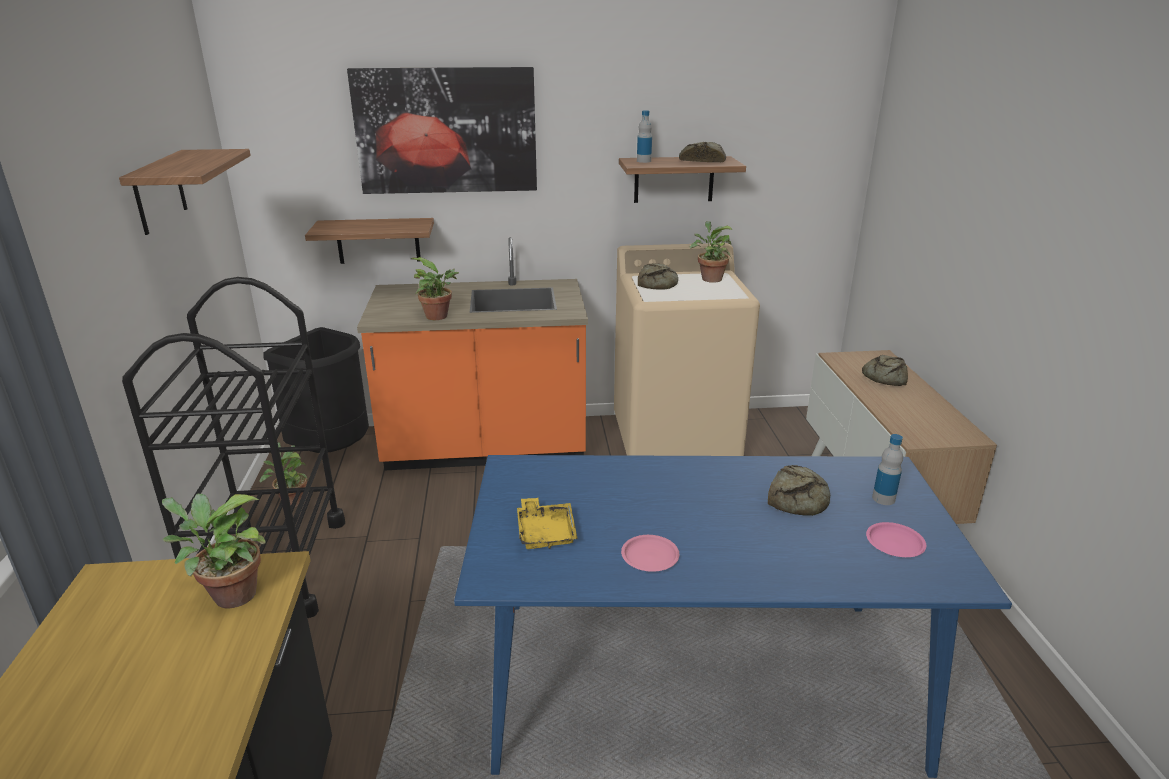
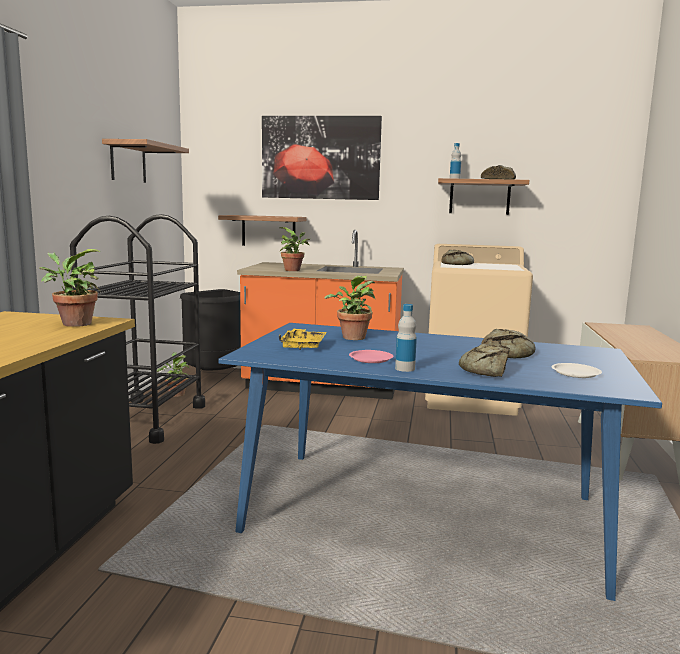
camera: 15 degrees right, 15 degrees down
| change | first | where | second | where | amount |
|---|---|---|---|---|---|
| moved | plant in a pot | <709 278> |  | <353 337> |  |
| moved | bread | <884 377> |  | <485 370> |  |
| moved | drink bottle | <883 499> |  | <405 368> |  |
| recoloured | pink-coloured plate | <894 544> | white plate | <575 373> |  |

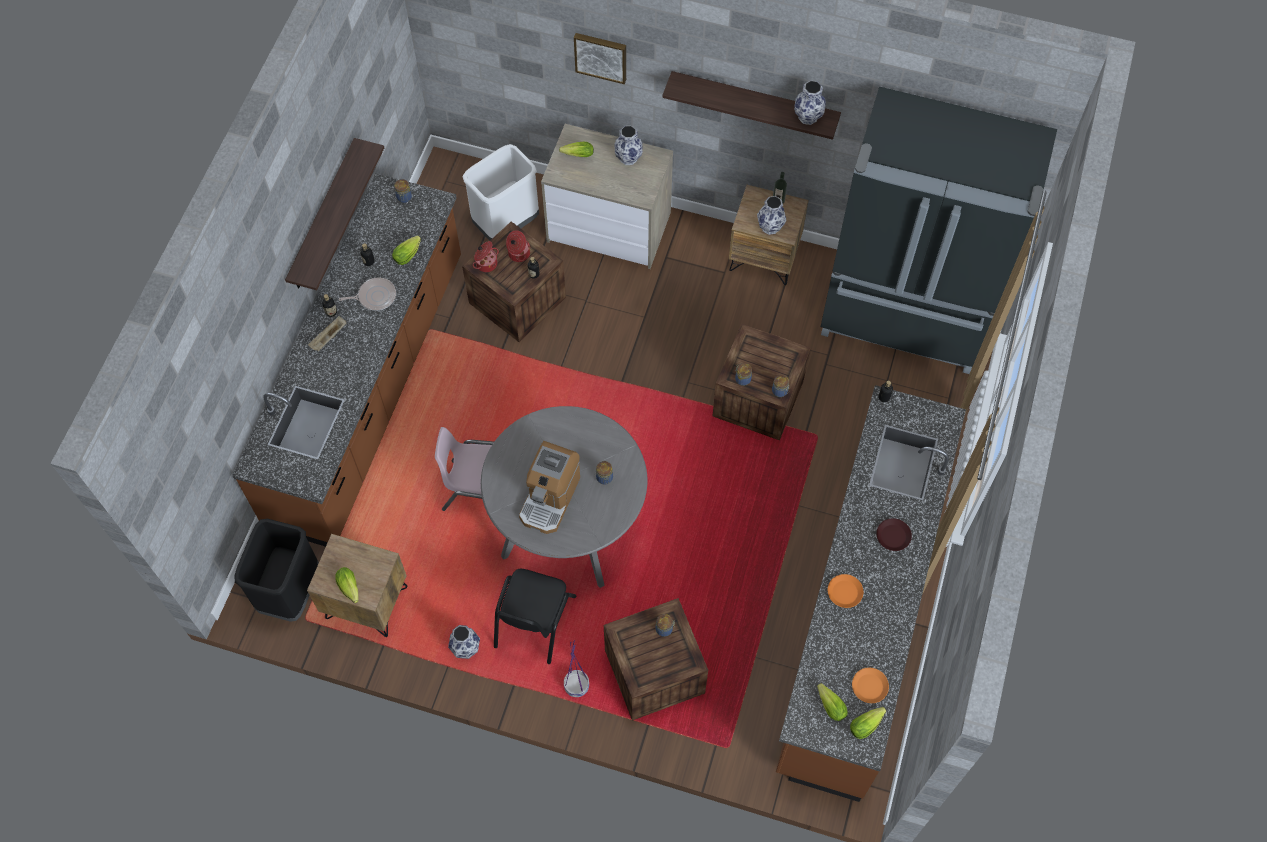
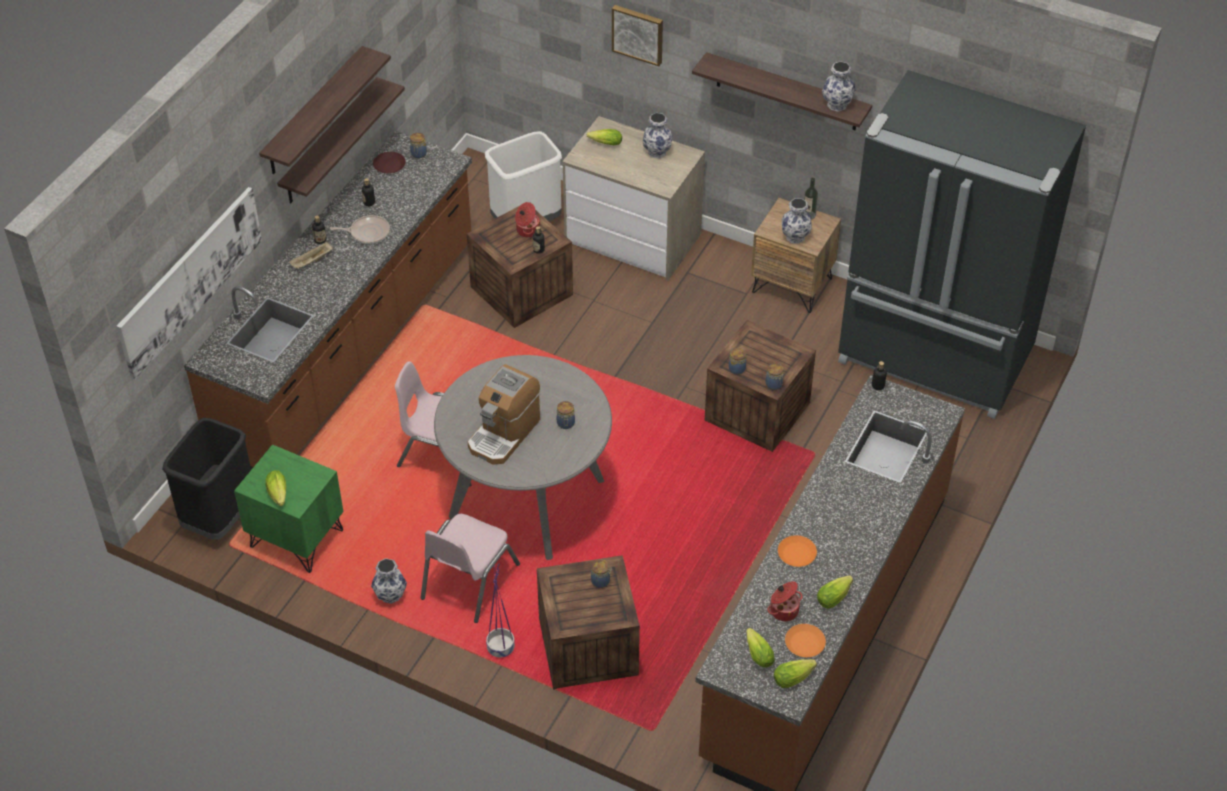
camera: 10 degrees right, 15 degrees down
| change | first | where | second | where | amount |
|---|---|---|---|---|---|
| added |  |  | picture | <190 280> |  |
| added |  |  | wall shelf | <314 112> |  |
| moved | head of lettuce | <409 253> |  | <835 596> |  |
| moved | cooking pot | <486 263> |  | <783 610> |  |
| moved | brown-coloured plate | <893 536> |  | <389 166> |  |
| recoloured | brown-coloured bedside table | <366 603> | green-coloured bedside table | <296 539> |  |
| recoloured | black upright chair | <533 621> | pink-coloured upright chair | <468 581> |  |

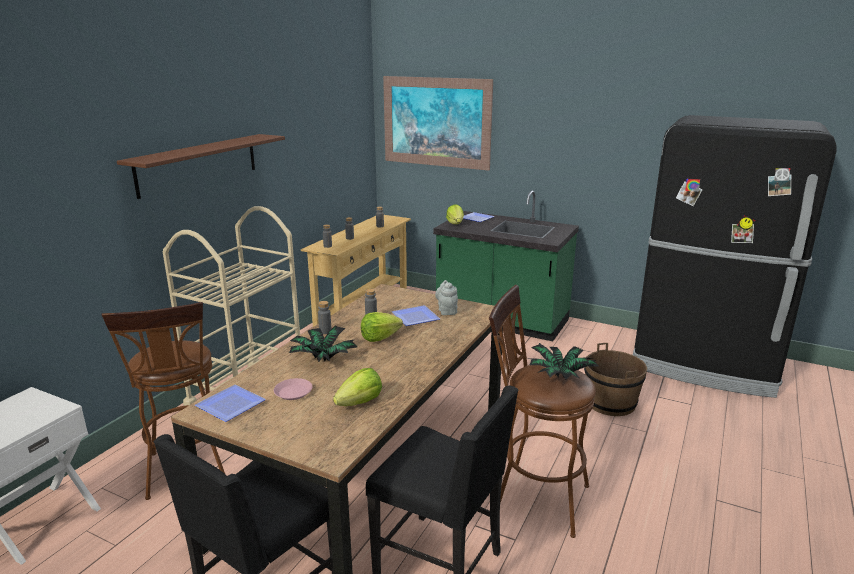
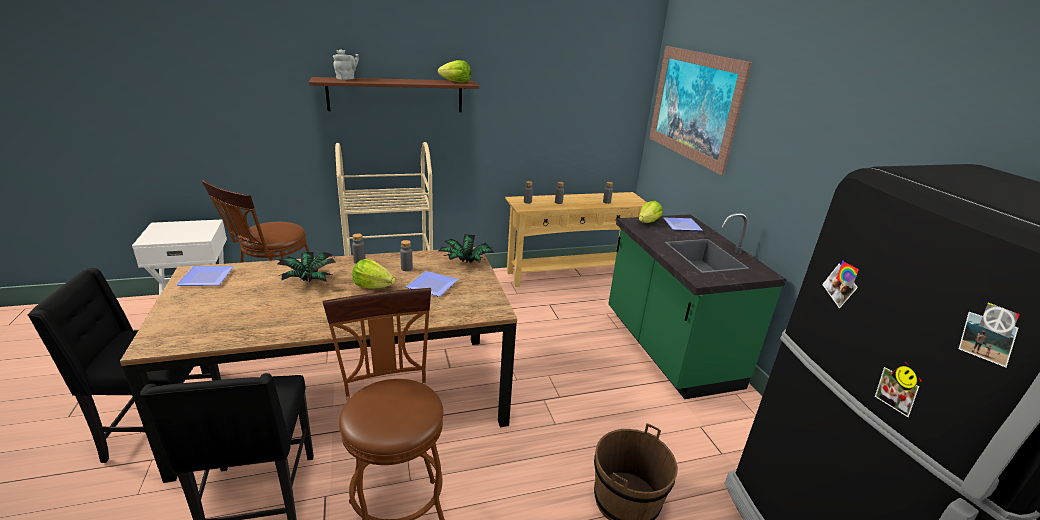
camera: 45 degrees right, 5 degrees up
| change | first | where | second | where | amount |
|---|---|---|---|---|---|
| removed | pink-coloured plate | <293 392> |  |  |  |
| moved | head of lettuce | <360 402> |  | <456 82> |  |
| moved | greyish pot for tea | <447 311> |  | <347 79> |  |
| moved | plant in a pot | <559 377> |  | <466 262> |  |

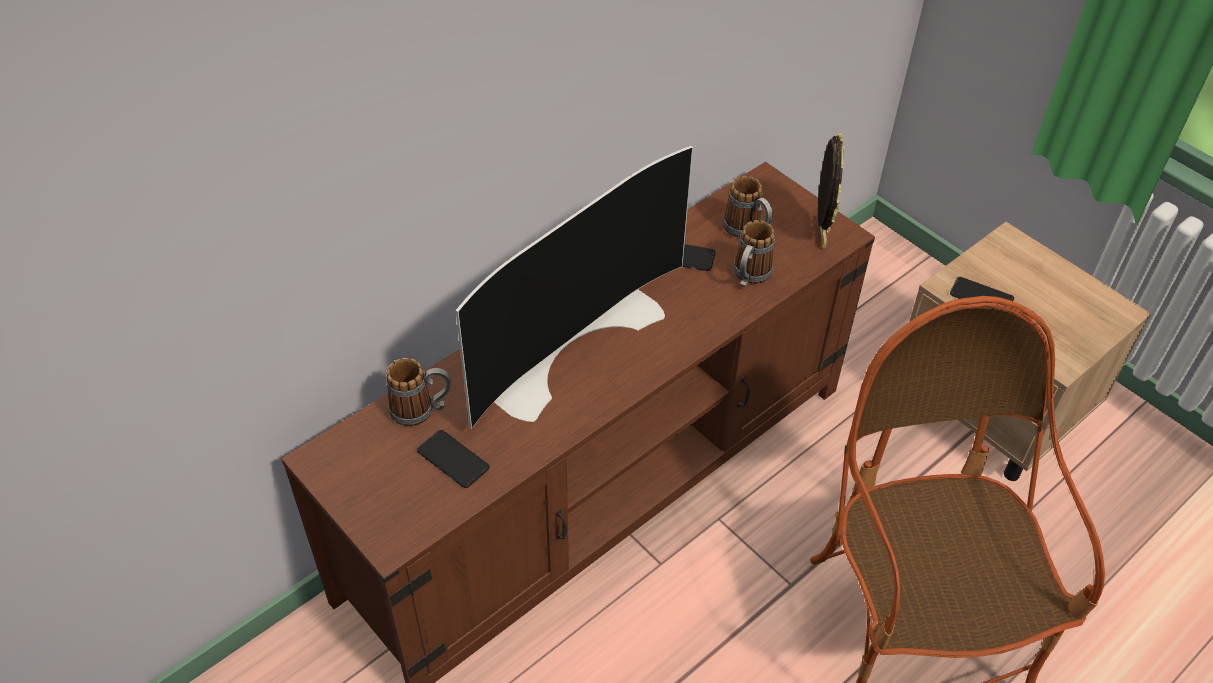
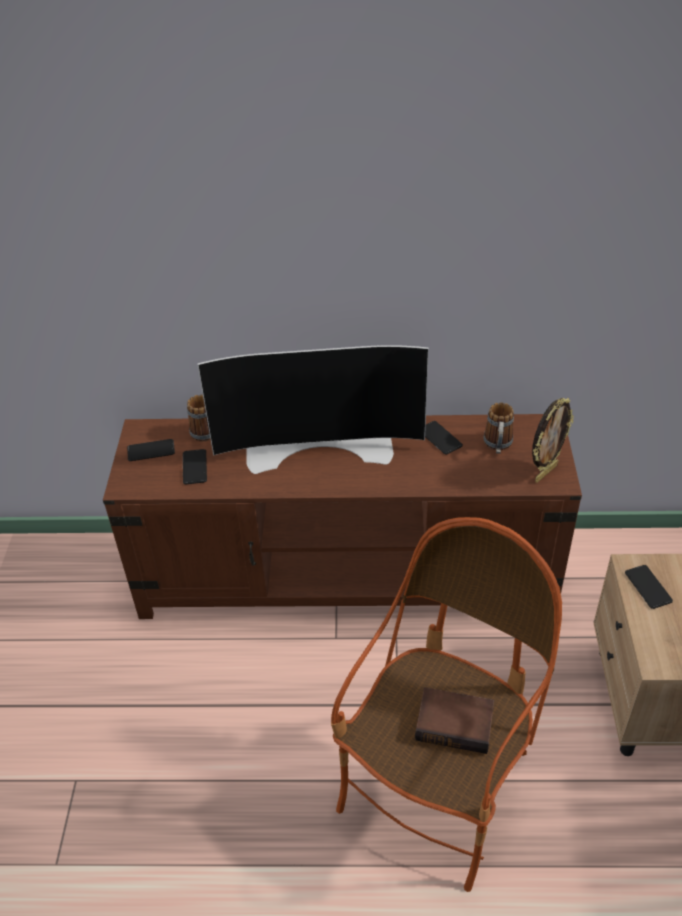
camera: 45 degrees right, 5 degrees down
| change | first | where | second | where | amount |
|---|---|---|---|---|---|
| removed | mug | <749 277> |  |  |  |
| added |  |  | handset | <151 451> |  |
| added |  |  | volume | <456 723> |  |

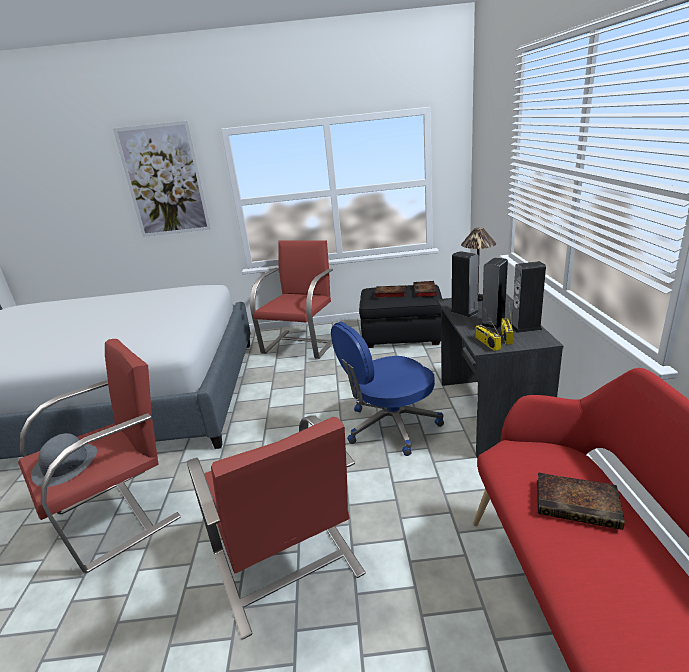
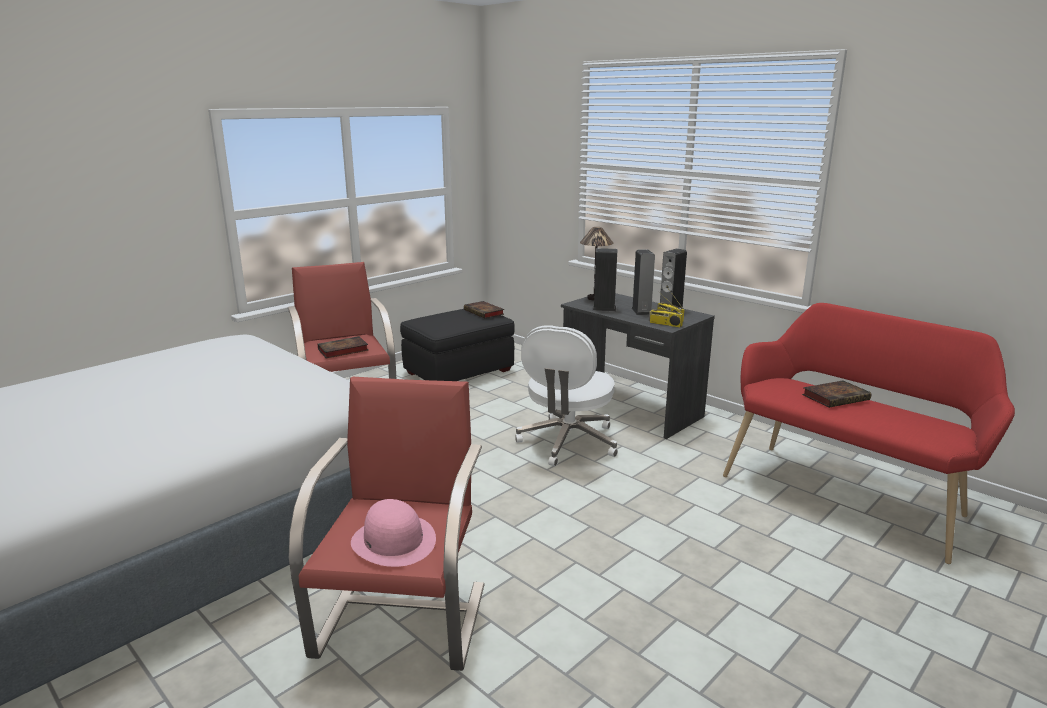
camera: 45 degrees left, 5 degrees down
| change | first | where | second | where | amount |
|---|---|---|---|---|---|
| removed | picture | <164 181> |  |  |  |
| removed | red armchair | <287 565> |  |  |  |
| moved | volume | <389 294> |  | <342 350> |  |
| recoloured | greyish clothing hat | <65 464> | pink-coloured clothing hat | <394 541> |  |
| recoloured | bluish desk chair | <390 426> | white desk chair | <567 442> |  |

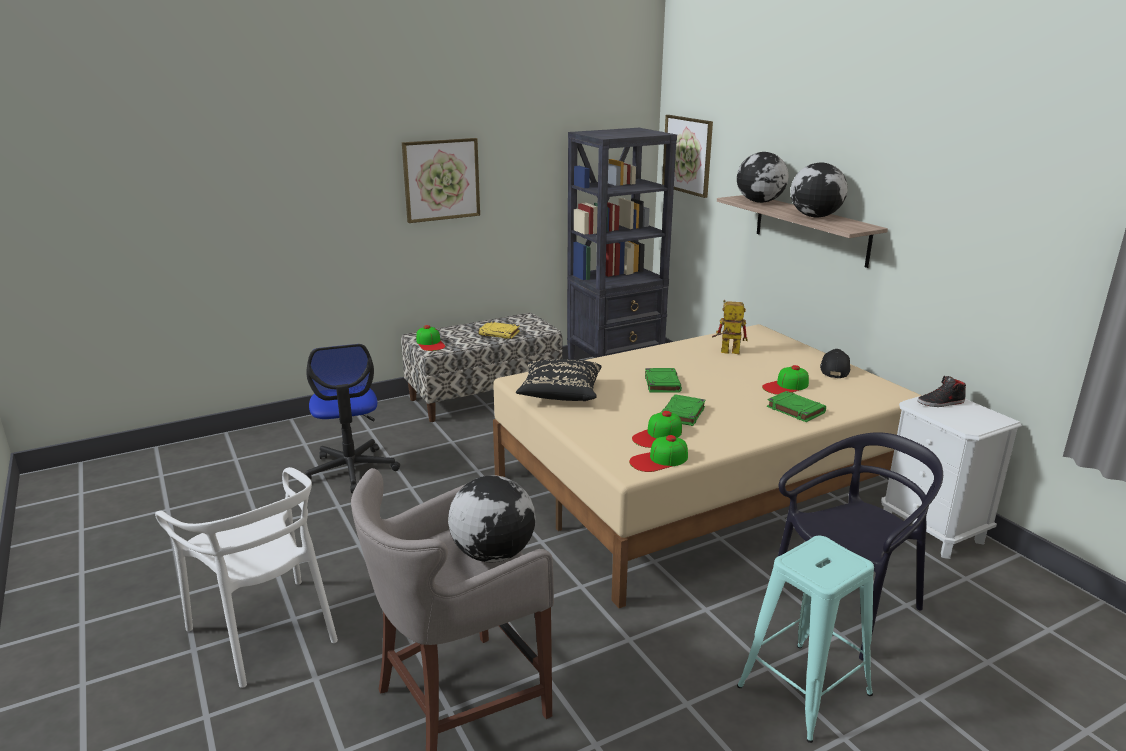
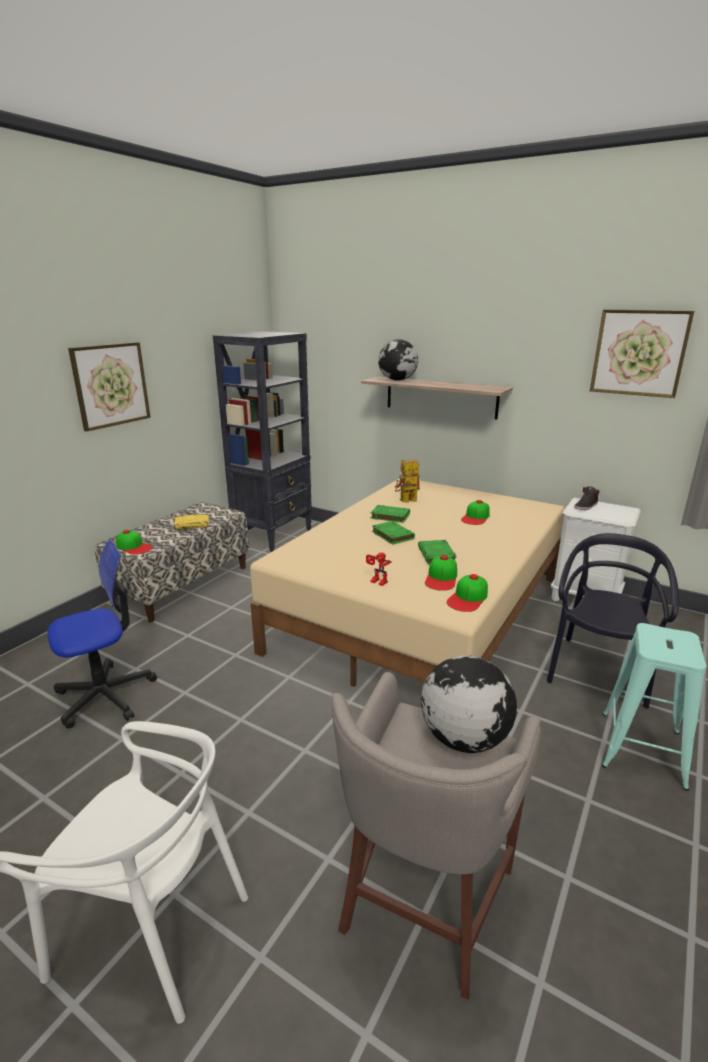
camera: 30 degrees left, 0 degrees up
| change | first | where | second | where | amount |
|---|---|---|---|---|---|
| removed | black pillow | <560 394> |  |  |  |
| removed | desk globe | <815 216> |  |  |  |
| removed | black baseball cap | <834 370> |  |  |  |
| added |  |  | robot figure | <377 582> |  |
| moved | picture | <687 155> |  | <639 353> |  |
| moved | green-coloured volume | <795 410> |  | <389 516> |  |
| turned | desk chair | <351 470> |  | <105 695> | 75 degrees counterclockwise |

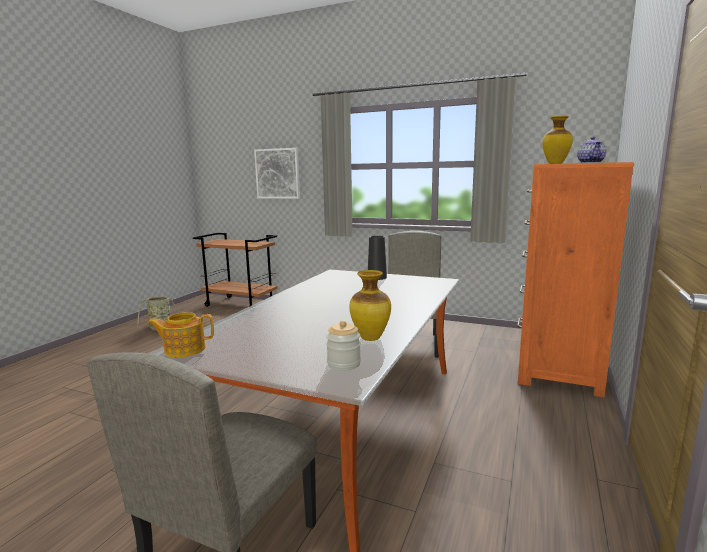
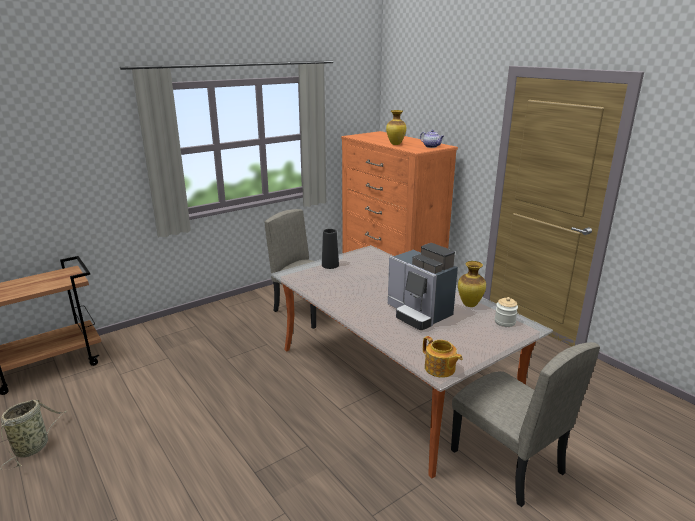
camera: 60 degrees left, 10 degrees up
| change | first | where | second | where | amount |
|---|---|---|---|---|---|
| removed | picture | <278 173> |  |  |  |
| added |  |  | coffee maker | <418 313> |  |
| turned | pot for tea | <184 349> |  | <440 369> | 60 degrees counterclockwise |

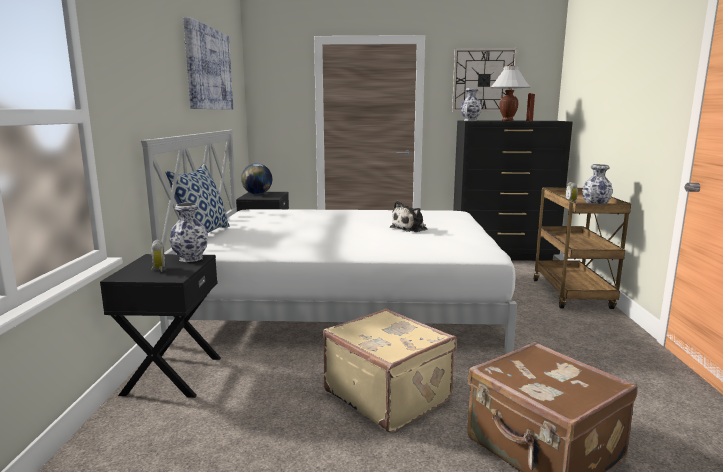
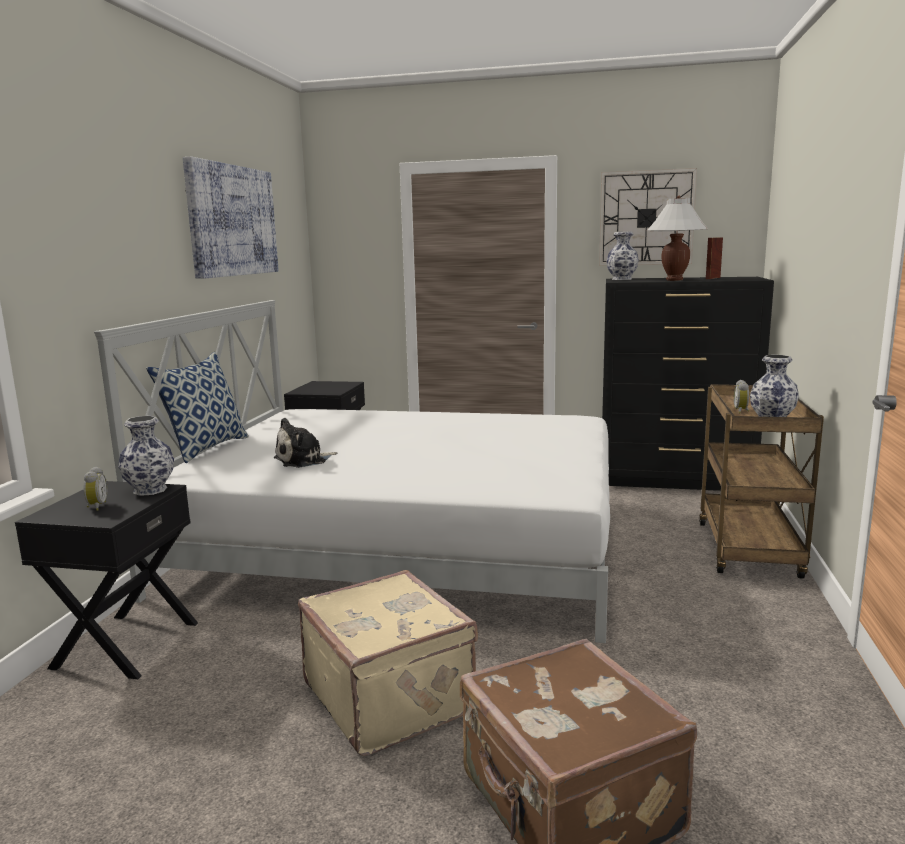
camera: 10 degrees right, 0 degrees up
| change | first | where | second | where | amount |
|---|---|---|---|---|---|
| removed | desk globe | <257 194> |  |  |  |
| moved | soft toy | <410 228> |  | <303 460> |  |

